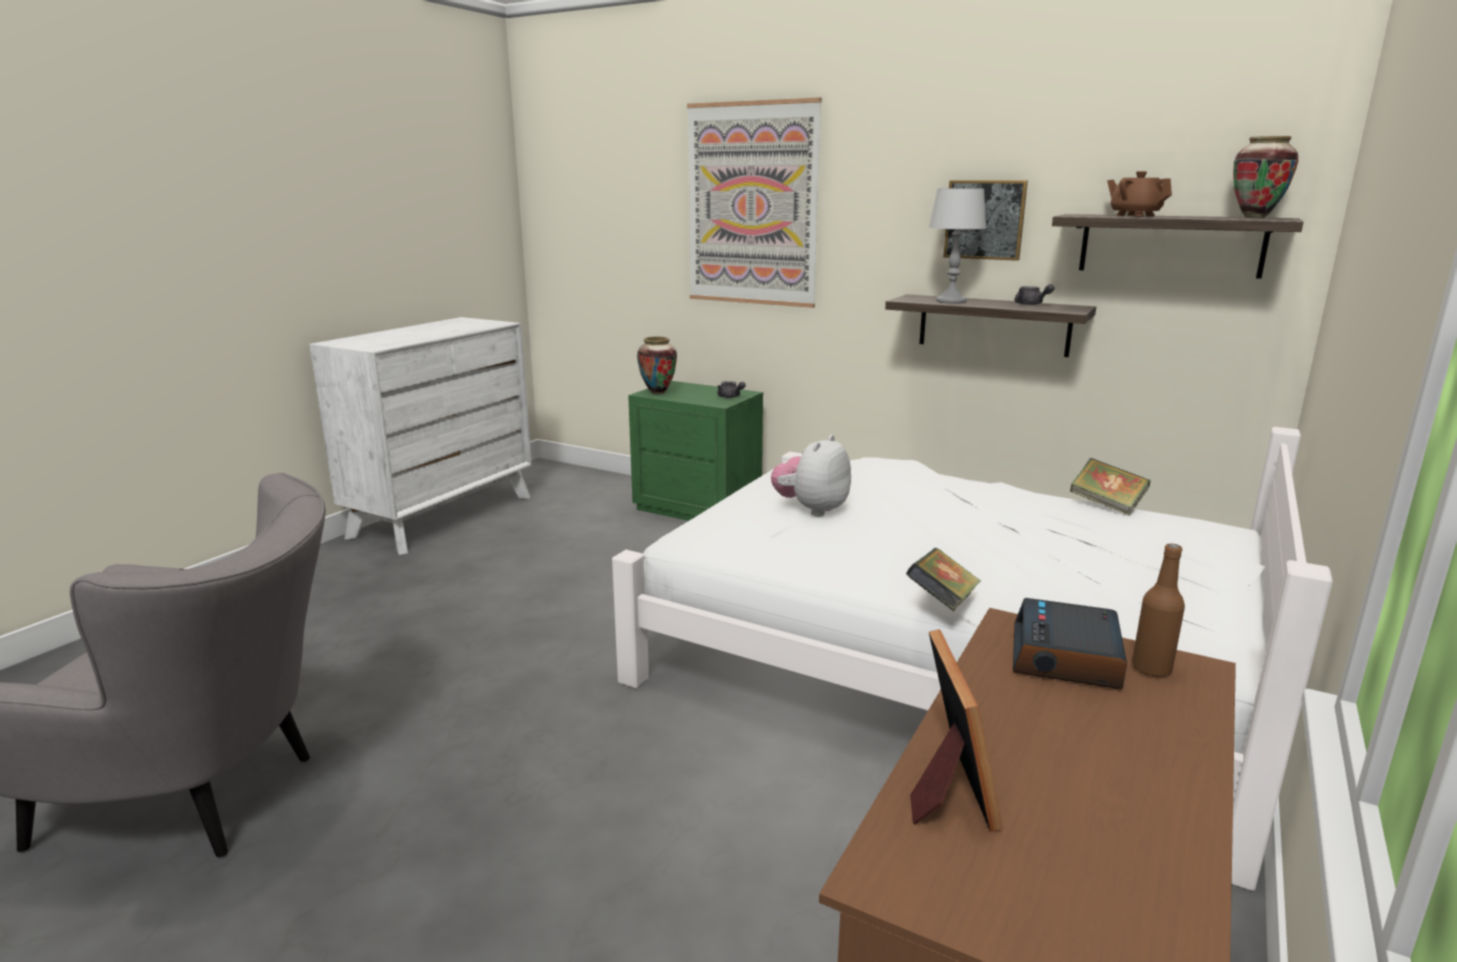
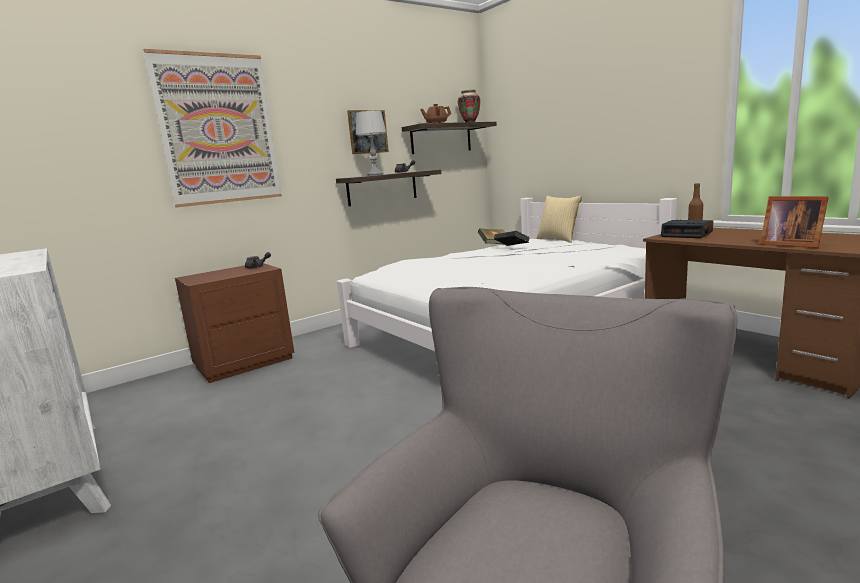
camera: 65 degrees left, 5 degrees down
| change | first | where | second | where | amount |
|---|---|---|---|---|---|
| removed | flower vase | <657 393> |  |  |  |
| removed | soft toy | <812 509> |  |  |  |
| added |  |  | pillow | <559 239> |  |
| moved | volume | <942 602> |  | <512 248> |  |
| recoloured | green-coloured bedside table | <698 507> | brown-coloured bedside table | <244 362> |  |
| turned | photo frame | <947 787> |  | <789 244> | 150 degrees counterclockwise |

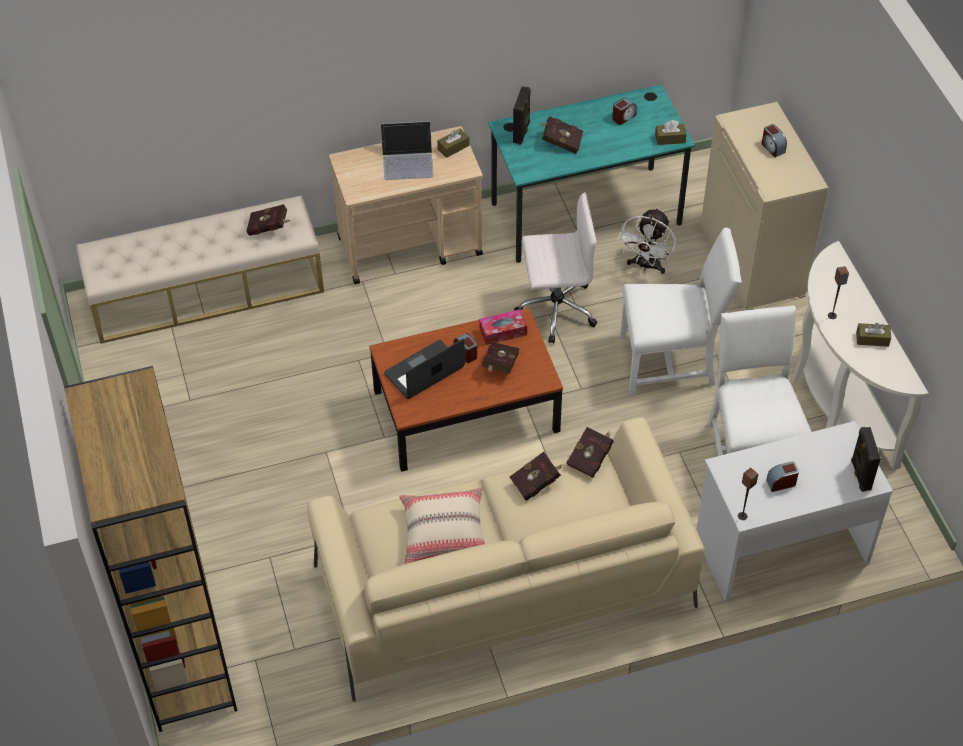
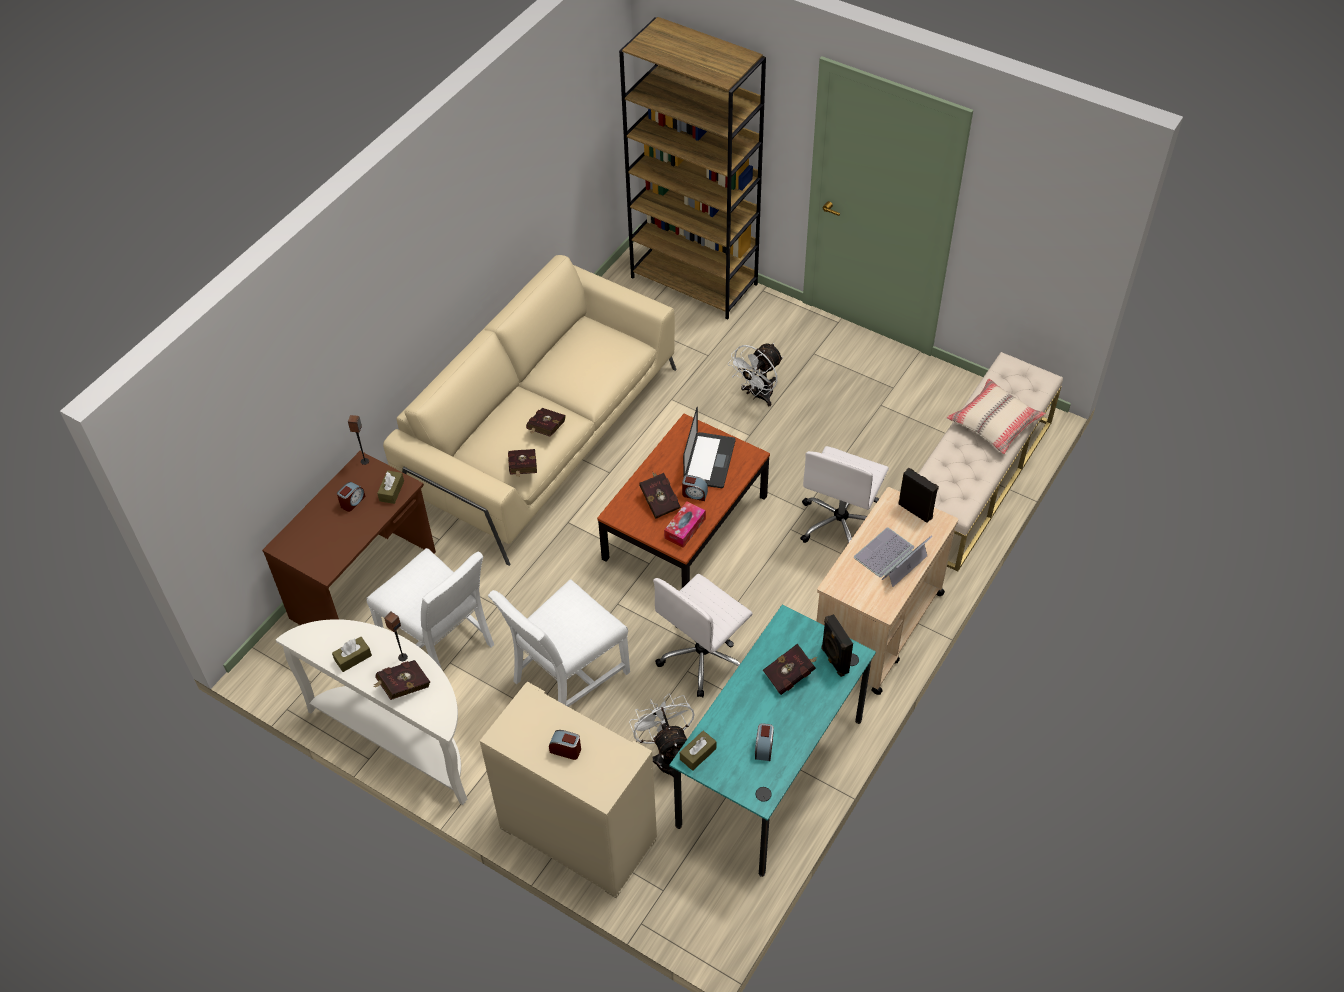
camera: 140 degrees right, 0 degrees up
| change | first | where | second | where | amount |
|---|---|---|---|---|---|
| added |  |  | white fan | <757 395> |  |
| added |  |  | white desk chair | <840 524> |  |
| moved | red volume | <269 228> |  | <402 687> |  |
| moved | beige-coloured pillow | <444 533> |  | <994 423> |  |
| moved | brown-coloured tissue holder | <453 147> |  | <391 491> |  |
| moved | black loudspeaker | <860 475> |  | <916 510> |  |
| recoloured | white desk table | <781 547> | brown-coloured desk table | <365 585> |  |

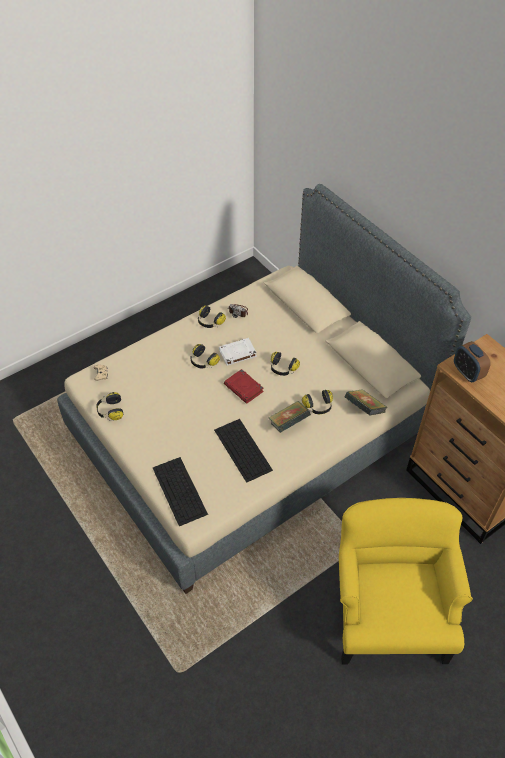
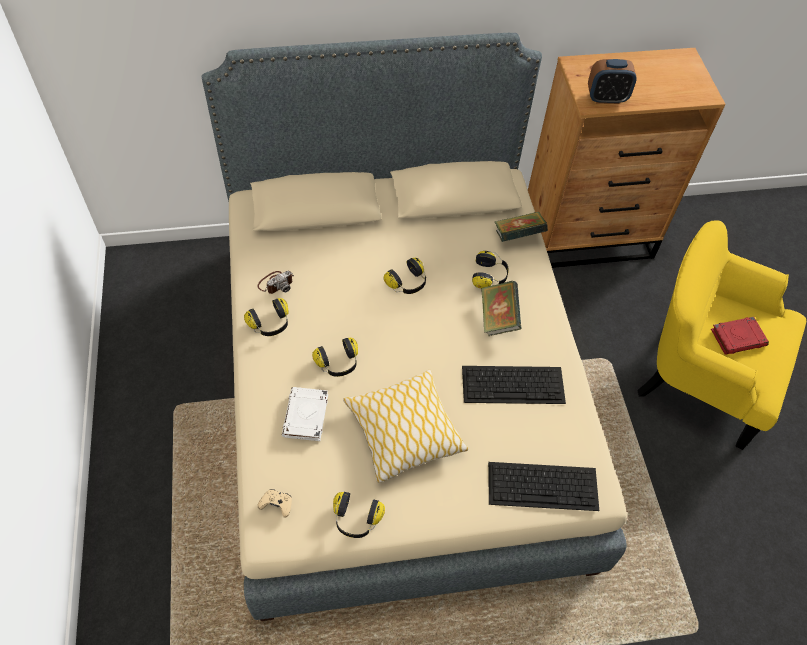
camera: 65 degrees left, 5 degrees up
| change | first | where | second | where | amount |
|---|---|---|---|---|---|
| added |  |  | pillow | <404 431> |  |
| moved | white volume | <237 353> |  | <306 416> |  |
| moved | red volume | <244 388> |  | <738 337> |  |

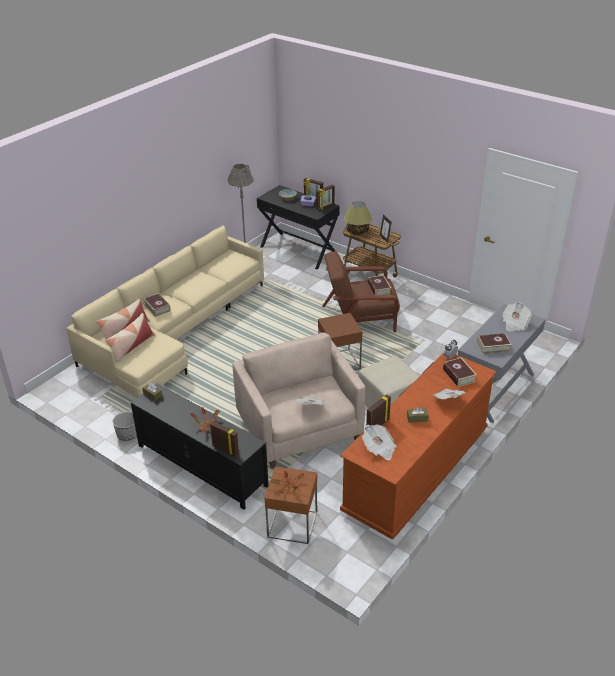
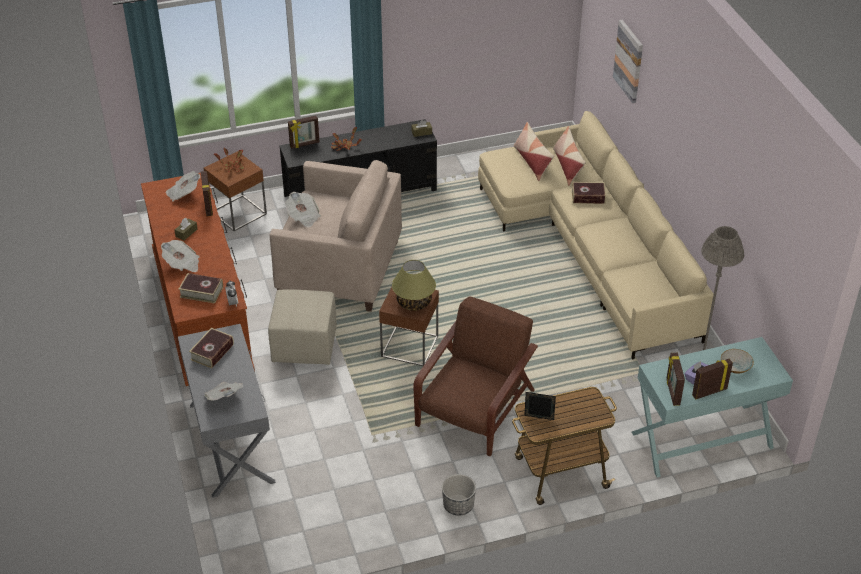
camera: 125 degrees right, 5 degrees up
| change | first | where | second | where | amount |
|---|---|---|---|---|---|
| removed | volume | <379 289> |  |  |  |
| added |  |  | picture | <629 61> |  |
| moved | plant pot | <128 434> |  | <458 505> |  |
| moved | tabletop lamp | <357 231> |  | <414 302> |  |
| recoloured | black console table | <299 250> | blue-green console table | <702 440> |  |

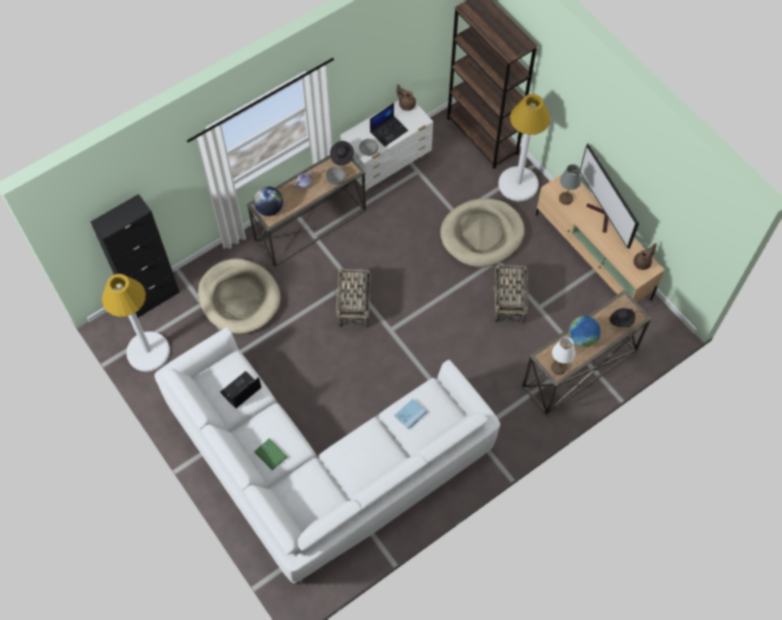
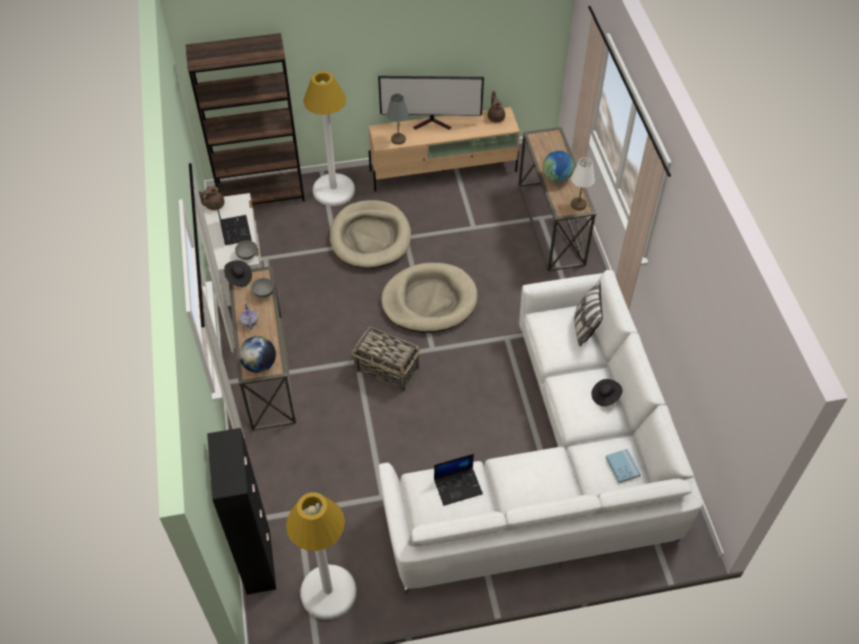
camera: 65 degrees left, 10 degrees down
| change | first | where | second | where | amount |
|---|---|---|---|---|---|
| removed | green-coloured volume | <271 454> |  |  |  |
| removed | basket | <508 302> |  |  |  |
| added |  |  | pillow | <584 327> |  |
| moved | beige-coloured dog cushion | <239 298> |  | <429 301> |  |
| moved | bluish volume | <410 414> |  | <622 466> |  |
| moved | black clothing hat | <621 320> |  | <605 396> |  |
| turned | notebook computer | <241 390> |  | <458 486> | 90 degrees counterclockwise |

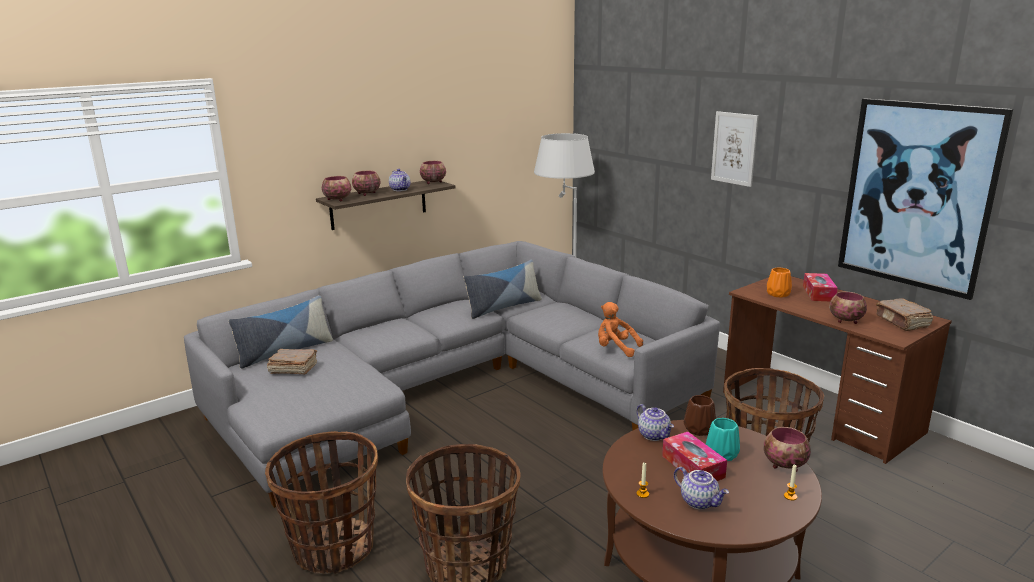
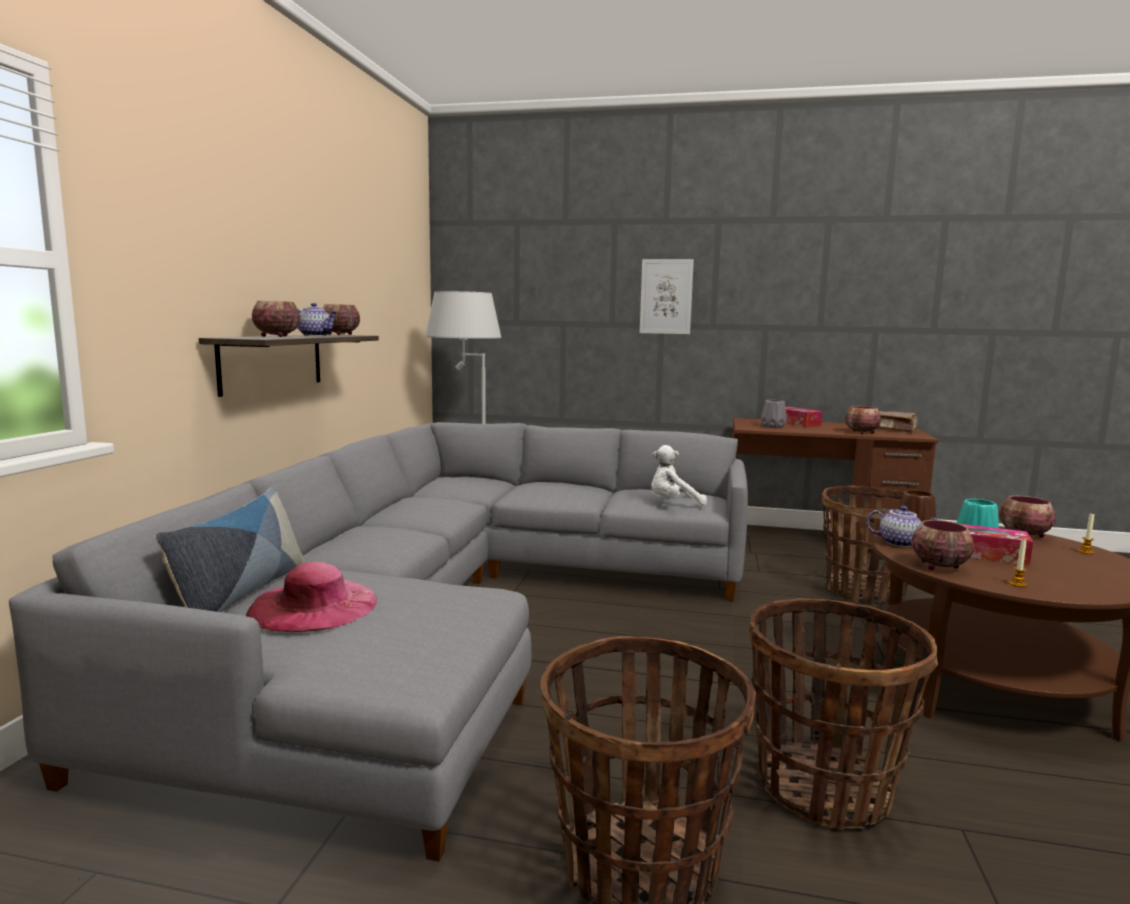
camera: 40 degrees left, 10 degrees down
| change | first | where | second | where | amount |
|---|---|---|---|---|---|
| removed | pillow | <503 307> |  |  |  |
| removed | pot for tea | <699 502> |  |  |  |
| removed | picture | <917 196> |  |  |  |
| moved | deep dish | <337 199> |  | <937 566> |  |
| replaced | brown-coloured volume | <293 369> | pink-coloured clothing hat | <313 606> |  |
| recoloured | orangey soft toy | <615 348> | white soft toy | <673 503> |  |
| recoloured | orangey flower vase | <777 294> | greyish flower vase | <773 427> |  |

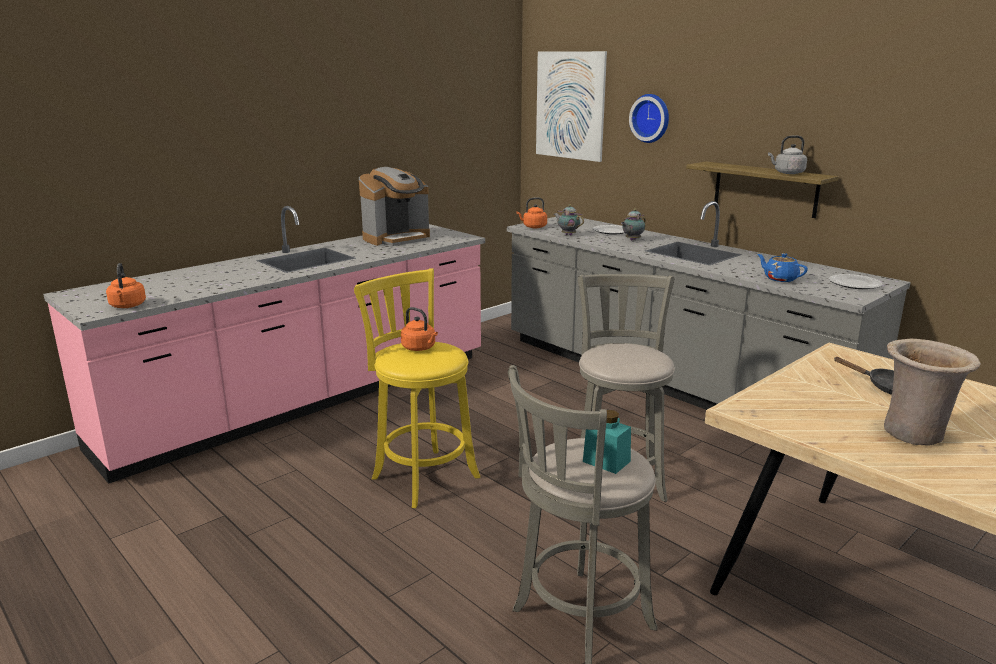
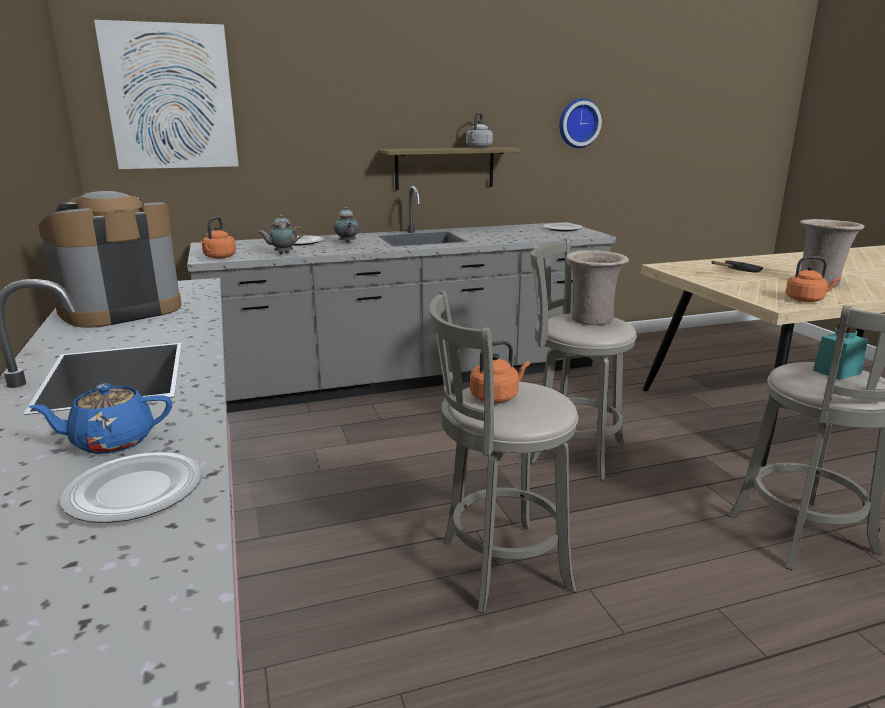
camera: 65 degrees left, 0 degrees up
| change | first | where | second | where | amount |
|---|---|---|---|---|---|
| added |  |  | plate | <133 491> |  |
| added |  |  | beige-coloured flower vase | <592 320> |  |
| moved | orangey kettle | <127 306> |  | <806 300> |  |
| moved | wall clock | <651 118> |  | <578 123> |  |
| moved | bluish pot for tea | <780 279> |  | <111 441> |  |
| recoloured | yellow stool seat | <422 475> | greyish stool seat | <498 566> |  |
| turned | coffee maker | <397 238> |  | <120 310> | 120 degrees counterclockwise |

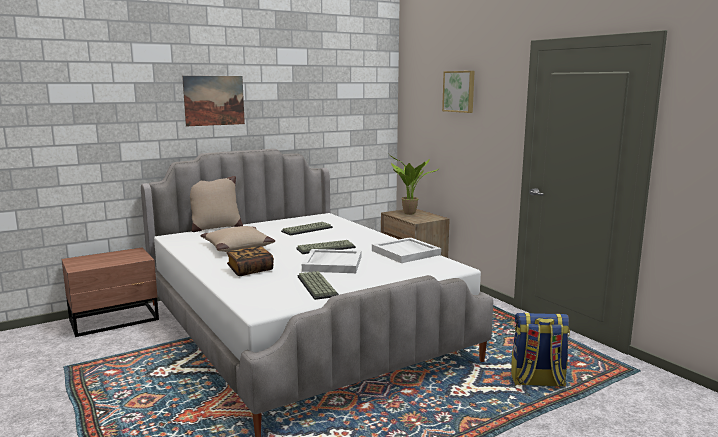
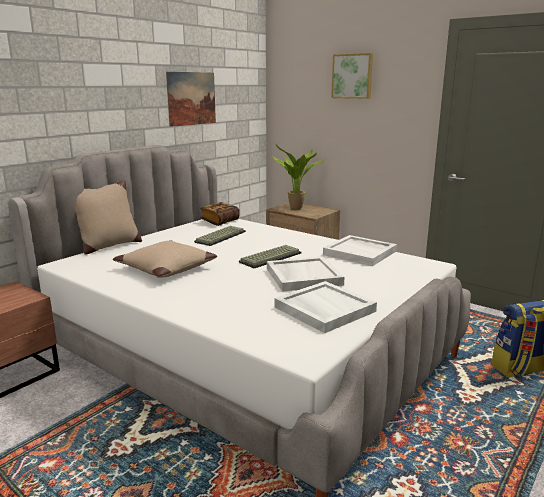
camera: 20 degrees left, 5 degrees up
| change | first | where | second | where | amount |
|---|---|---|---|---|---|
| moved | picture | <214 100> |  | <191 98> |  |
| moved | volume | <250 270> |  | <220 221> |  |
| replaced | computer keyboard | <315 286> | white tray | <323 309> |  |

